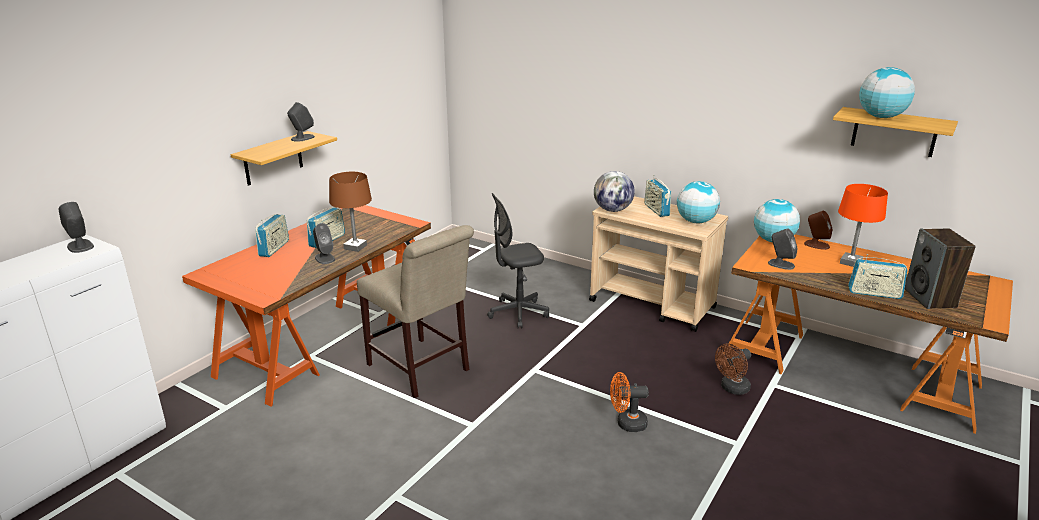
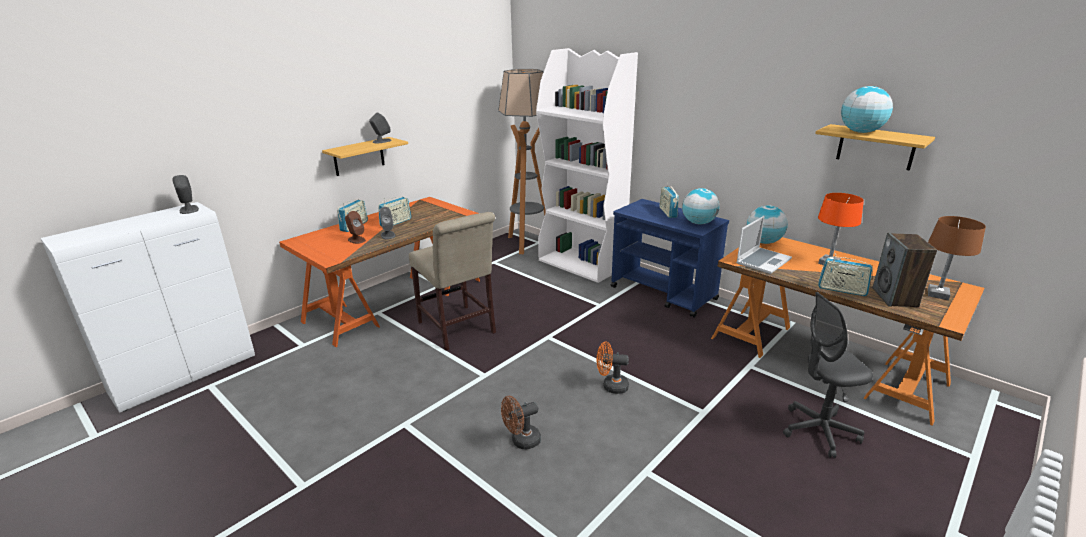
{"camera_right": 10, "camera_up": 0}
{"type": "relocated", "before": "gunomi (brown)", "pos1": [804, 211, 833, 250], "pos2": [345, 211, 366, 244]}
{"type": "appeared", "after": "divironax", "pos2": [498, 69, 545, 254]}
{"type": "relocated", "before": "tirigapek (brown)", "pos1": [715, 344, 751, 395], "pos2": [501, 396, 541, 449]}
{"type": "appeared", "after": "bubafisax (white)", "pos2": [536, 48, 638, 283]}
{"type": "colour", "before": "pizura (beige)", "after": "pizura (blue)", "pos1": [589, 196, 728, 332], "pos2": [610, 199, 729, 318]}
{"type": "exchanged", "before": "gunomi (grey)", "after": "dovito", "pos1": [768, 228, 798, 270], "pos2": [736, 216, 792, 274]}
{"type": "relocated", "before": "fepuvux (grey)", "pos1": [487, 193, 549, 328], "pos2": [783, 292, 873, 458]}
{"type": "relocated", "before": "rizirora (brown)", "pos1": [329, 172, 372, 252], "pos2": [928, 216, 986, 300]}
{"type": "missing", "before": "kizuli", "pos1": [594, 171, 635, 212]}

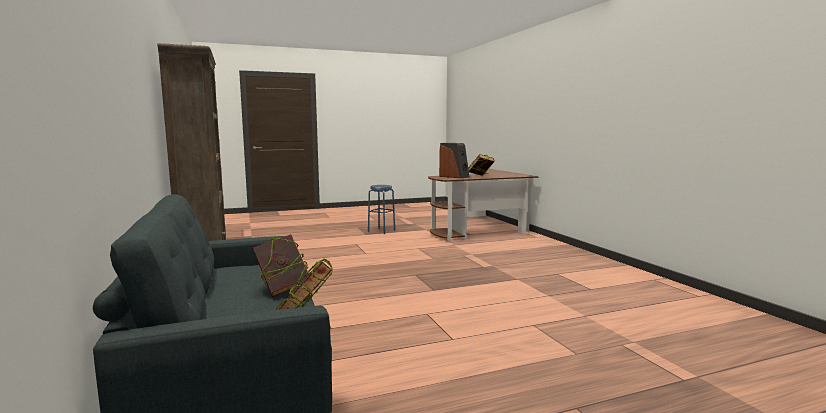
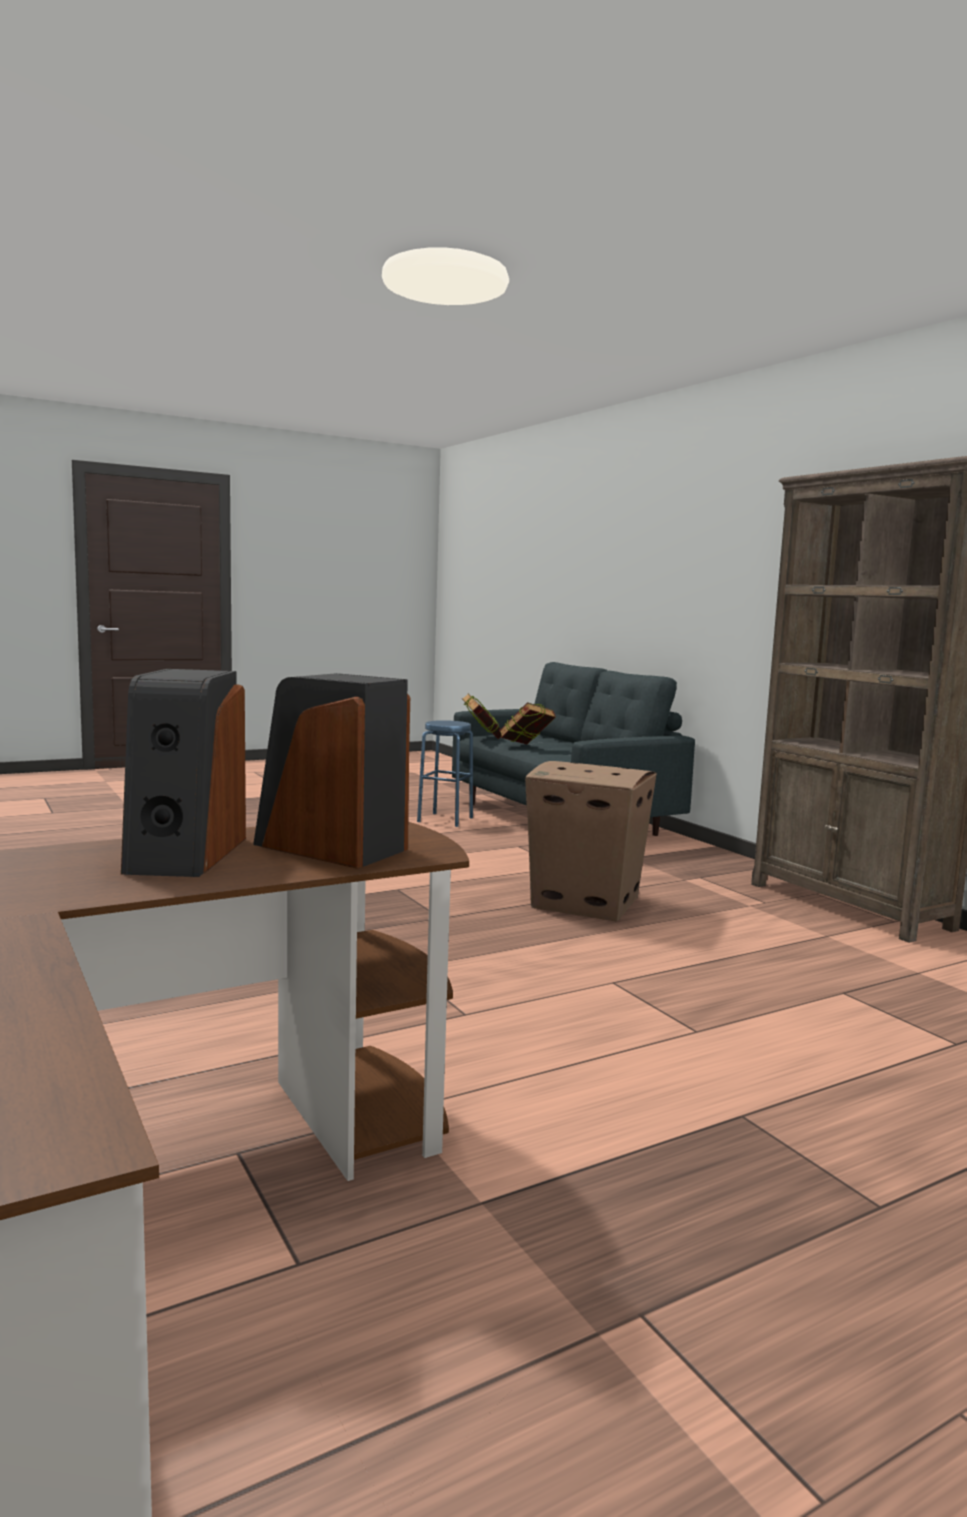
{"camera_right": 170, "camera_up": 0}
{"type": "exchanged", "before": "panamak", "after": "gunomi", "pos1": [468, 154, 495, 176], "pos2": [121, 669, 246, 877]}
{"type": "relocated", "before": "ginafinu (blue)", "pos1": [368, 185, 395, 234], "pos2": [417, 720, 473, 827]}
{"type": "appeared", "after": "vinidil", "pos2": [525, 761, 657, 921]}

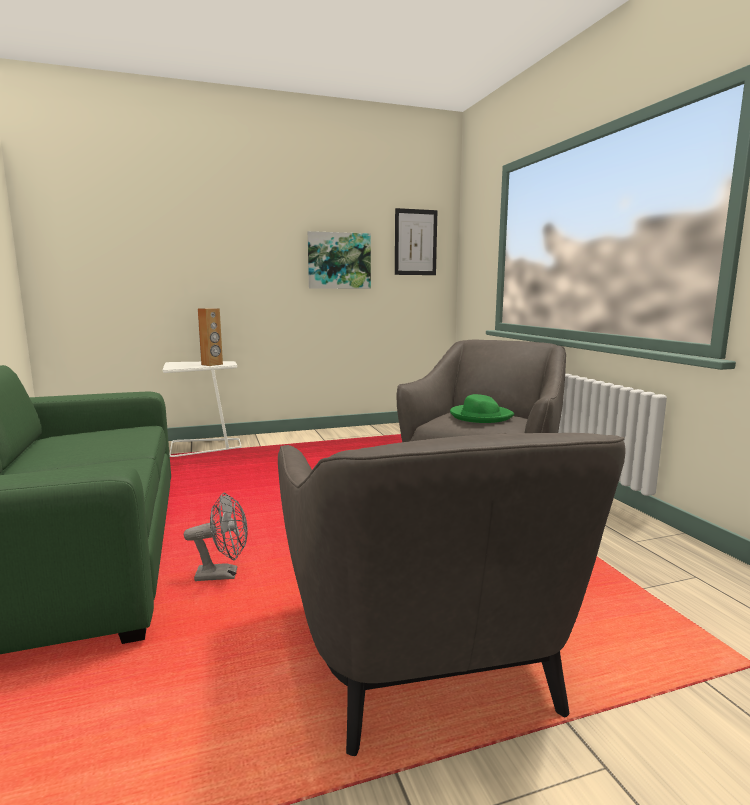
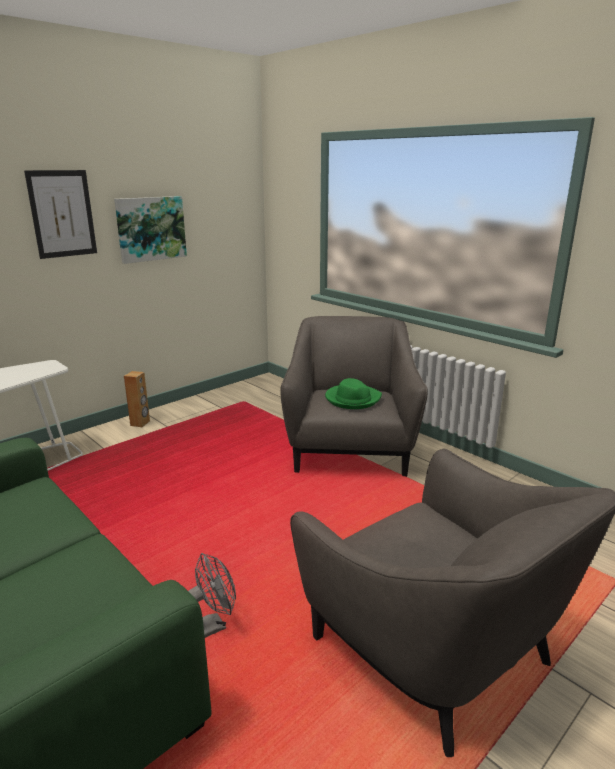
{"camera_right": -25, "camera_up": 10}
{"type": "relocated", "before": "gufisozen", "pos1": [395, 208, 437, 275], "pos2": [24, 170, 97, 259]}
{"type": "relocated", "before": "gunomi (brown)", "pos1": [198, 308, 223, 366], "pos2": [124, 371, 150, 427]}

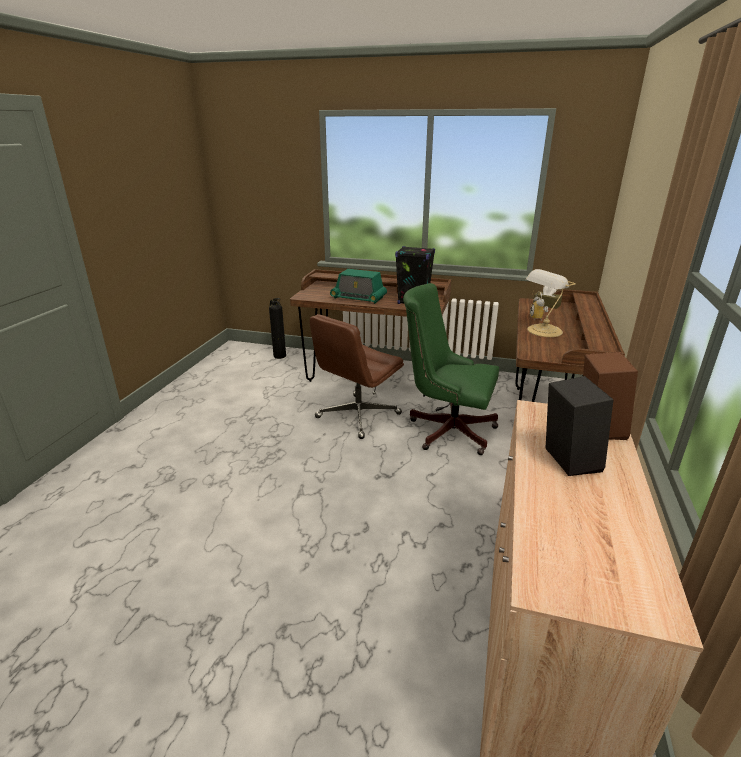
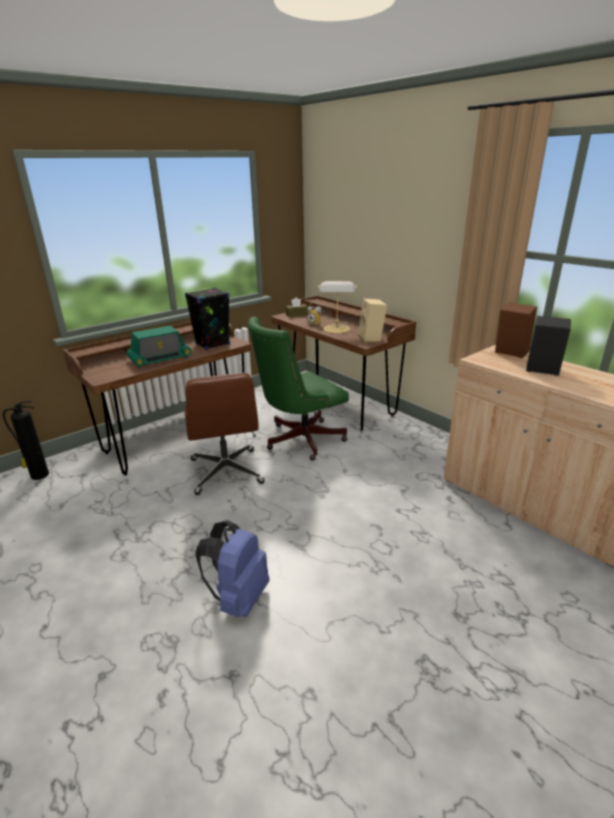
{"camera_right": -55, "camera_up": 0}
{"type": "appeared", "after": "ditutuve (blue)", "pos2": [196, 520, 269, 617]}
{"type": "appeared", "after": "gunomi (beige)", "pos2": [358, 298, 387, 343]}

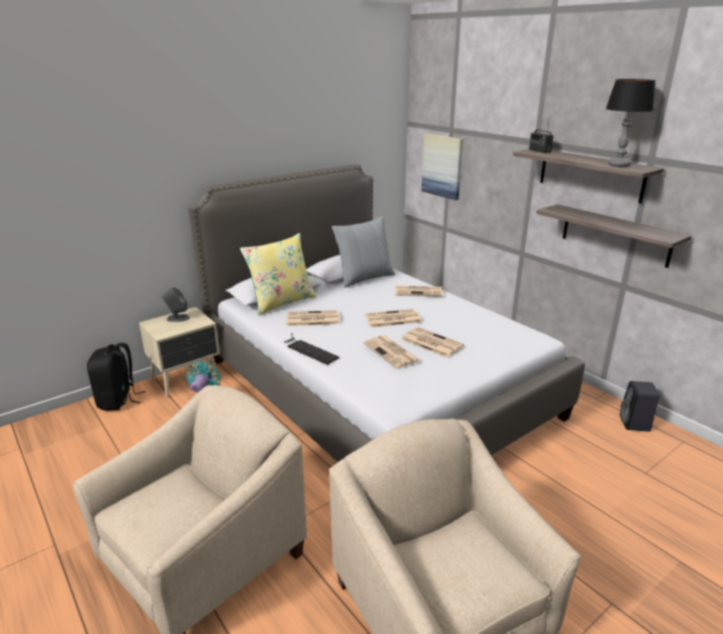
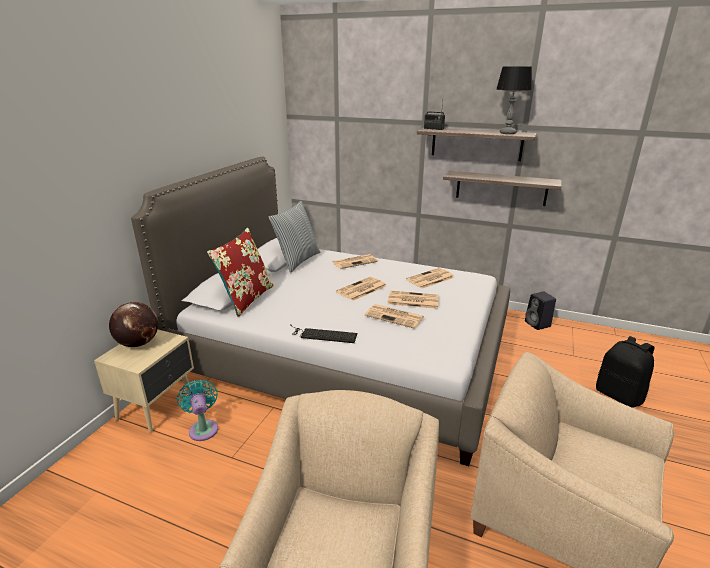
{"camera_right": -30, "camera_up": 0}
{"type": "exchanged", "before": "gunomi (grey)", "after": "kizuli", "pos1": [162, 287, 189, 322], "pos2": [109, 302, 158, 347]}
{"type": "colour", "before": "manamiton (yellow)", "after": "manamiton (red)", "pos1": [240, 233, 316, 316], "pos2": [207, 228, 274, 317]}
{"type": "relocated", "before": "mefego", "pos1": [287, 310, 340, 326], "pos2": [406, 268, 455, 289]}
{"type": "relocated", "before": "ditutuve (black)", "pos1": [87, 343, 145, 411], "pos2": [596, 336, 654, 408]}
{"type": "missing", "before": "gufisozen", "pos1": [421, 133, 463, 200]}

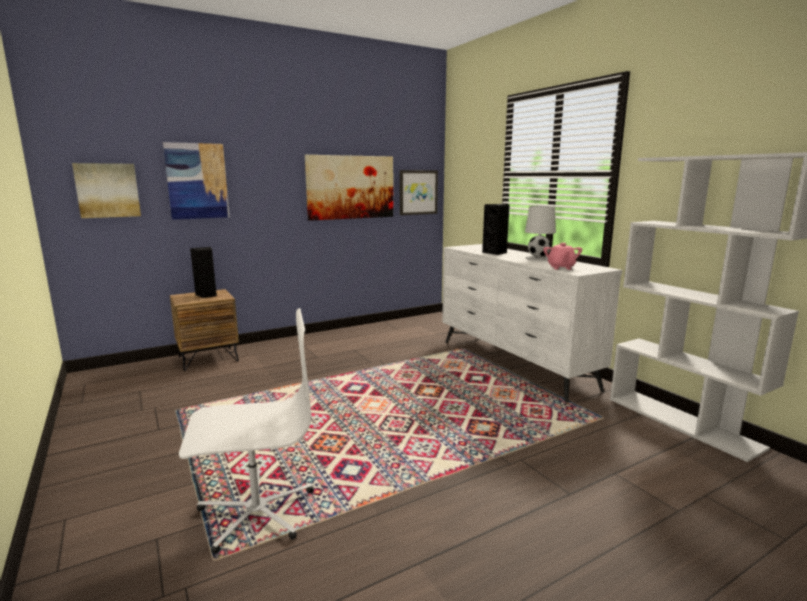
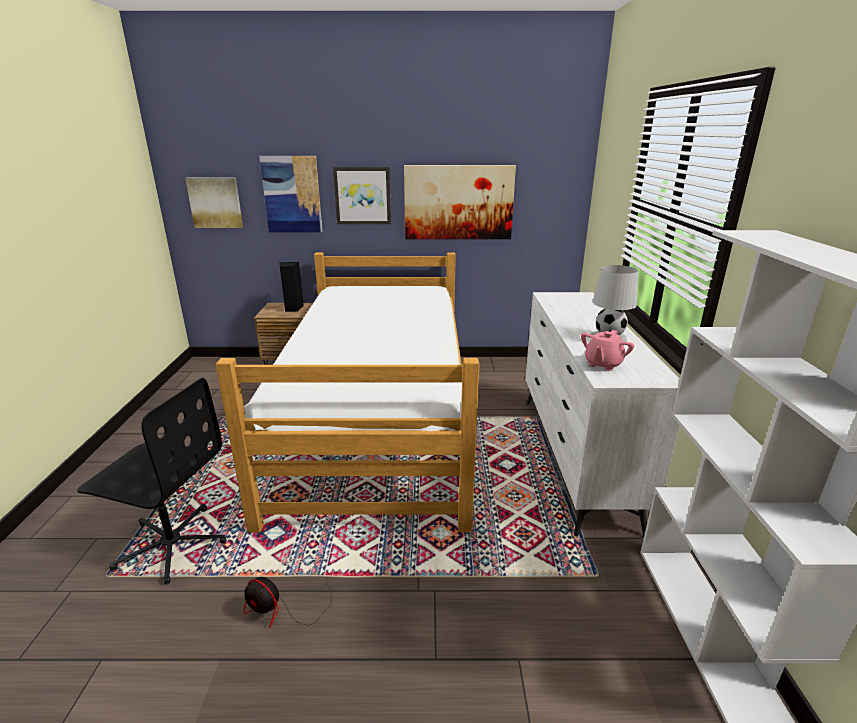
{"camera_right": 30, "camera_up": 10}
{"type": "colour", "before": "fepuvux (white)", "after": "fepuvux (black)", "pos1": [179, 308, 314, 554], "pos2": [77, 378, 226, 584]}
{"type": "appeared", "after": "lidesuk", "pos2": [216, 252, 480, 532]}
{"type": "appeared", "after": "tirigapek", "pos2": [243, 577, 332, 628]}
{"type": "relocated", "before": "gufisozen", "pos1": [400, 170, 438, 215], "pos2": [333, 167, 391, 224]}
{"type": "missing", "before": "gunomi (black)", "pos1": [482, 204, 510, 255]}

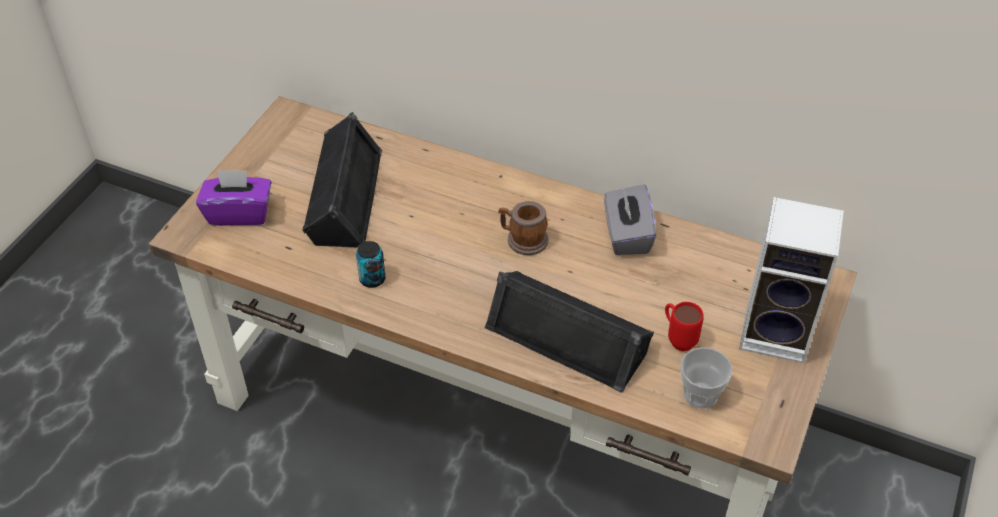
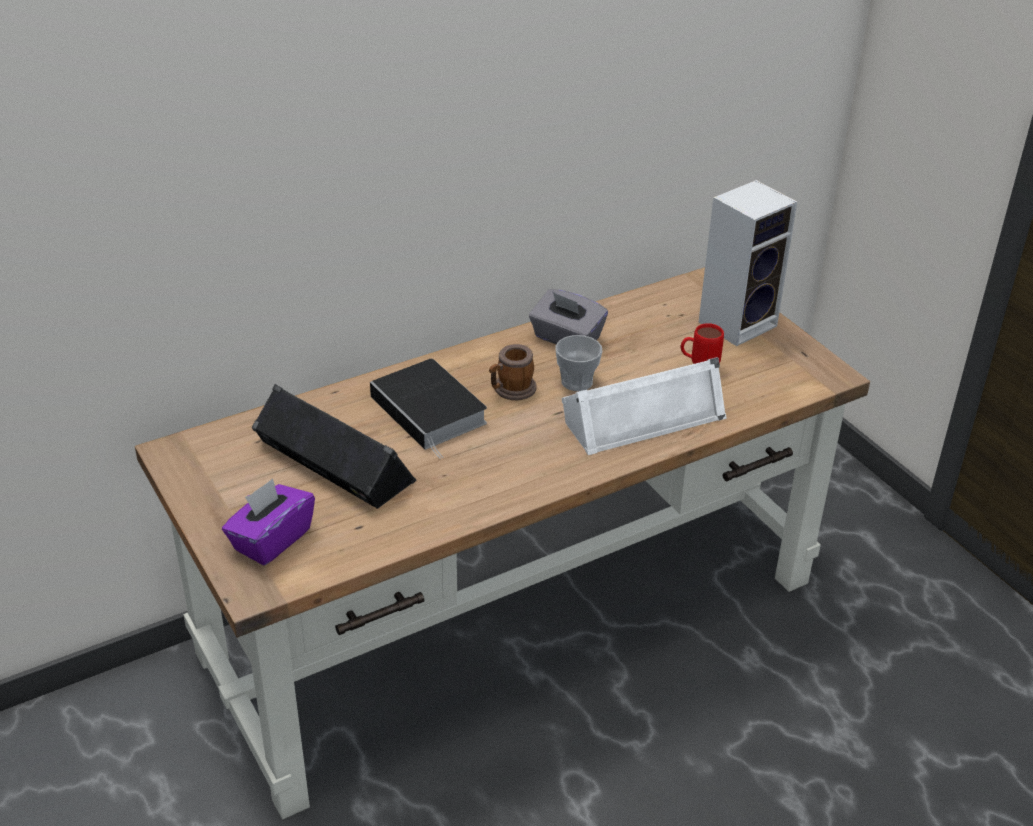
{"camera_right": -55, "camera_up": -10}
{"type": "appeared", "after": "panamak", "pos2": [370, 359, 487, 459]}
{"type": "relocated", "before": "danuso", "pos1": [680, 347, 732, 409], "pos2": [555, 335, 602, 391]}
{"type": "colour", "before": "gunomi (black)", "after": "gunomi (white)", "pos1": [485, 271, 654, 393], "pos2": [561, 357, 727, 455]}
{"type": "missing", "before": "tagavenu", "pos1": [356, 241, 385, 288]}

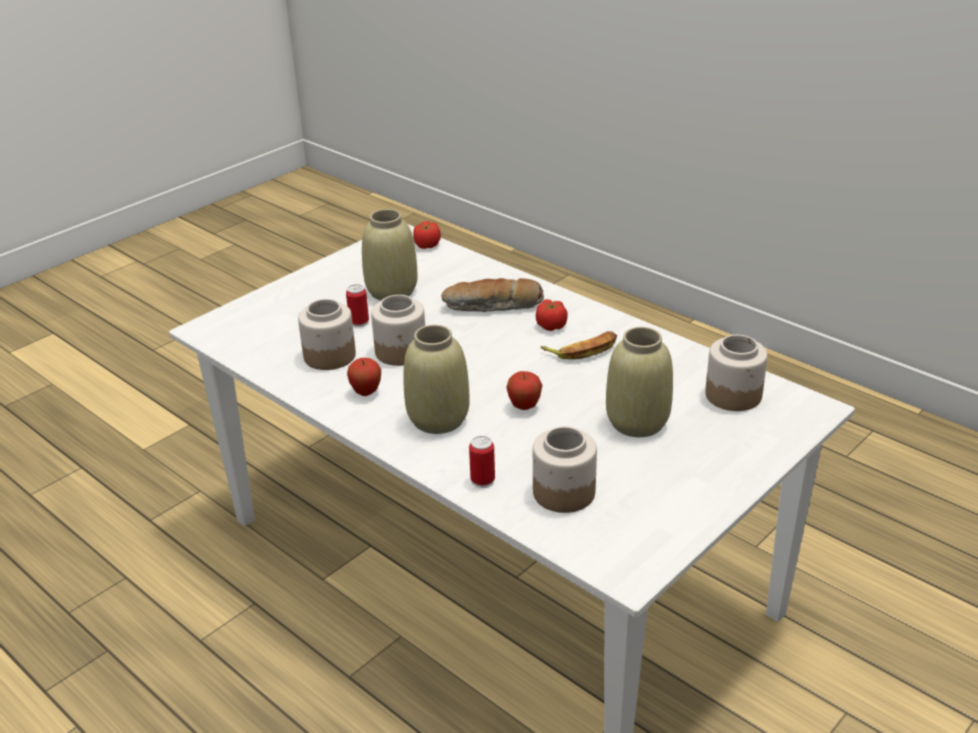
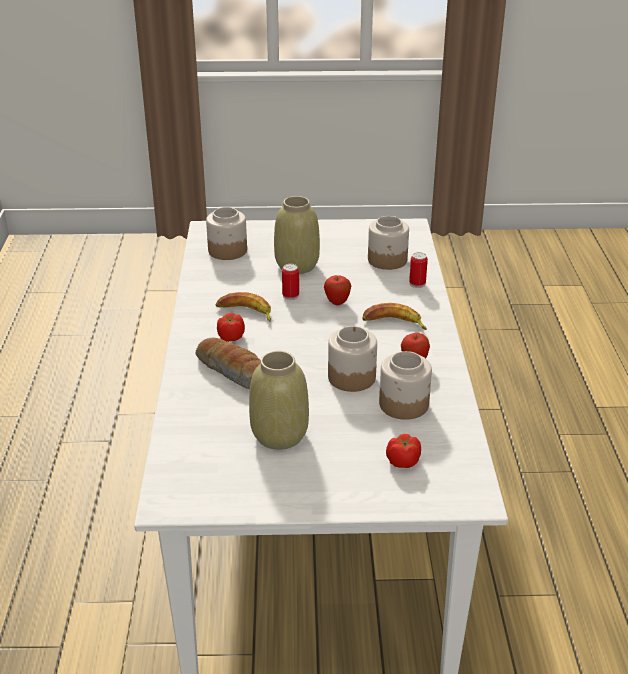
{"camera_right": -135, "camera_up": 0}
{"type": "relocated", "before": "tagavenu", "pos1": [346, 284, 369, 327], "pos2": [282, 264, 299, 300]}
{"type": "exchanged", "before": "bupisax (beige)", "after": "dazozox", "pos1": [403, 325, 469, 434], "pos2": [362, 303, 427, 330]}
{"type": "relocated", "before": "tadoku", "pos1": [413, 221, 441, 249], "pos2": [386, 434, 421, 468]}

